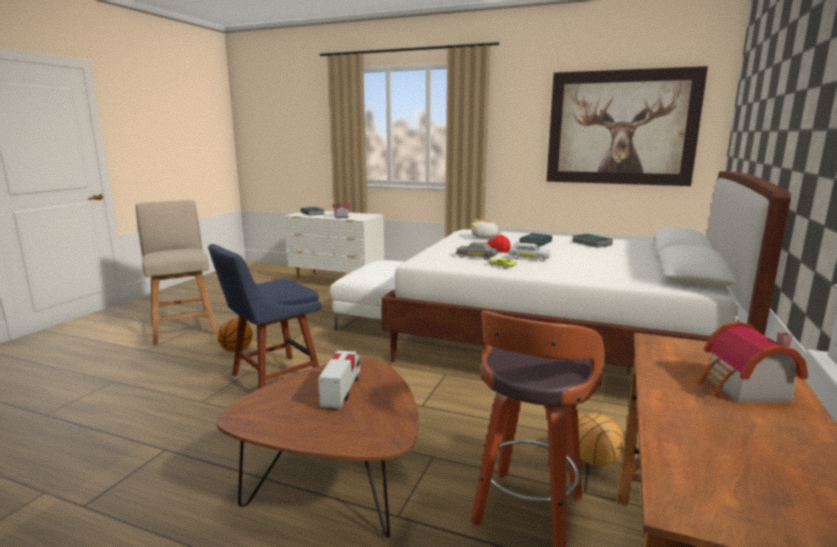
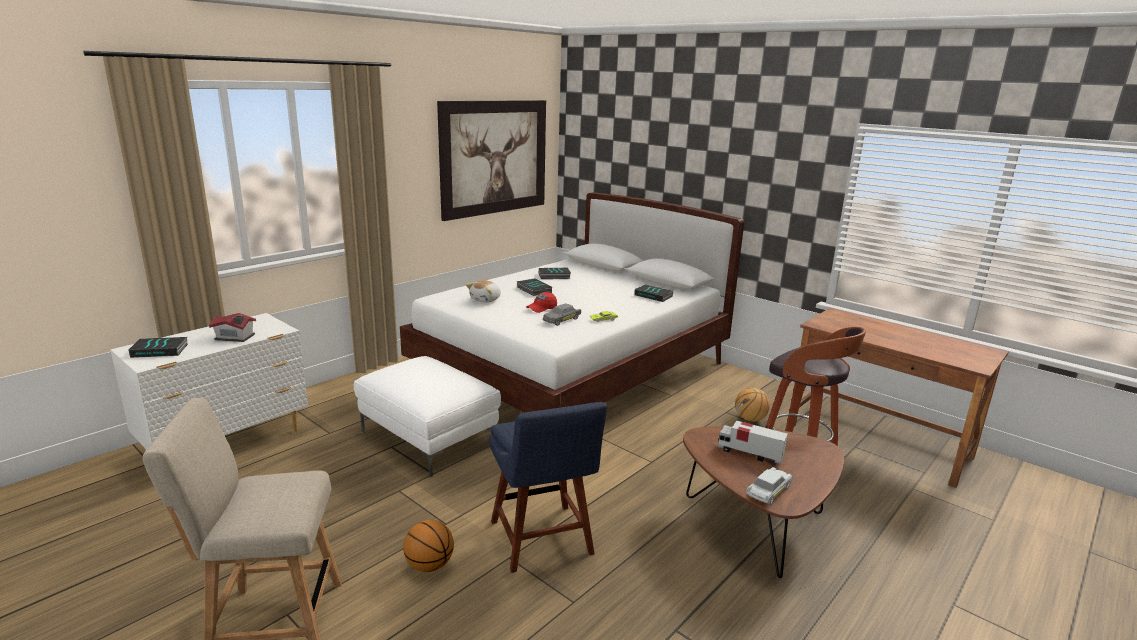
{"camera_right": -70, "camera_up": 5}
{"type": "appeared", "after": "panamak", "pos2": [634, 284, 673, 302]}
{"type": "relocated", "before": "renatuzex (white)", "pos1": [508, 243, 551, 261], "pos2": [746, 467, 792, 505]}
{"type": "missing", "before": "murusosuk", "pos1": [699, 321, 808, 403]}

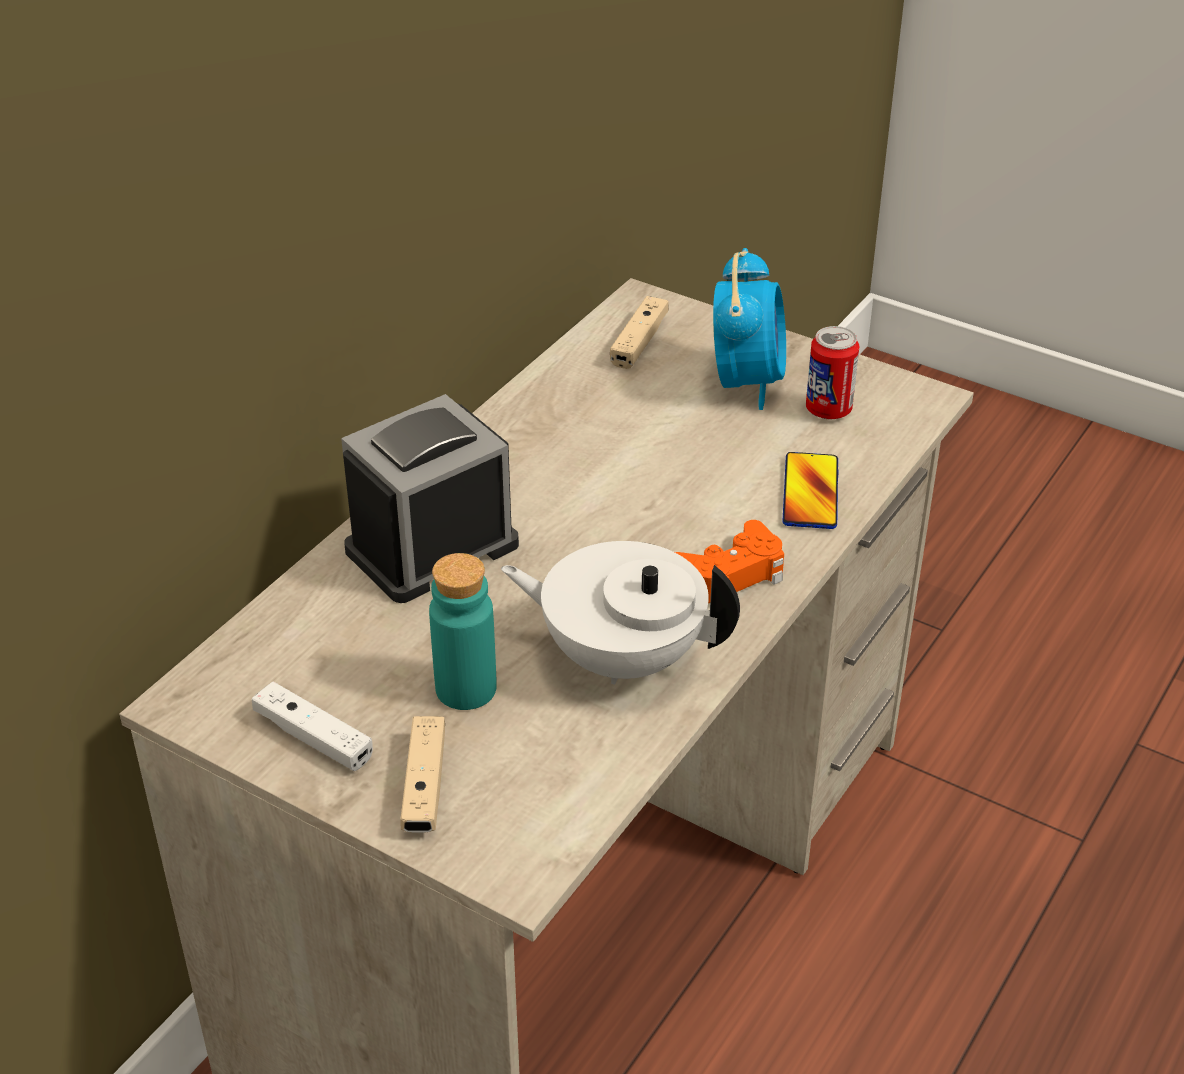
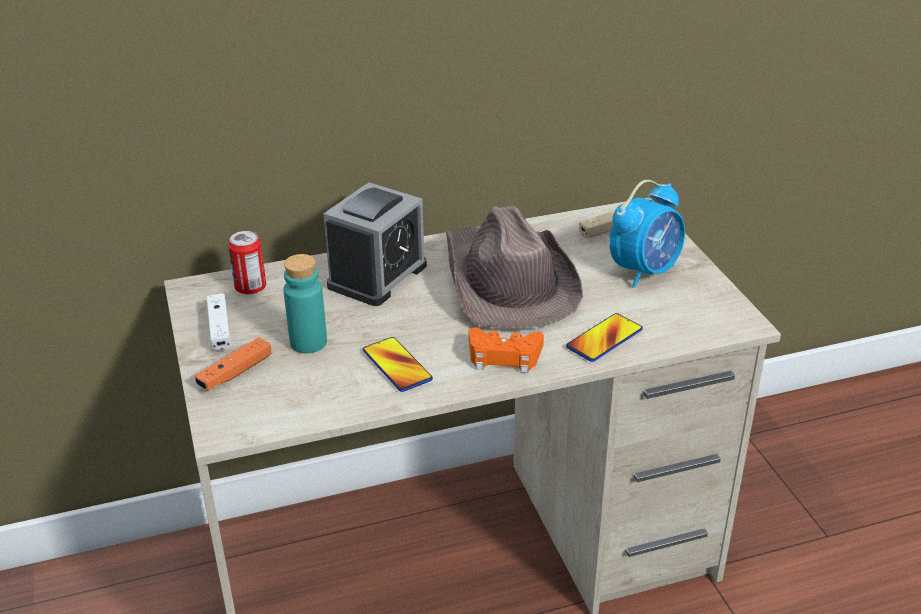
{"camera_right": 40, "camera_up": -5}
{"type": "colour", "before": "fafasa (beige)", "after": "fafasa (orange)", "pos1": [400, 716, 445, 833], "pos2": [195, 337, 271, 391]}
{"type": "relocated", "before": "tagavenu", "pos1": [806, 326, 859, 419], "pos2": [228, 231, 266, 295]}
{"type": "spun", "before": "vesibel", "pos1": [341, 394, 519, 603], "pos2": [323, 182, 427, 306], "turn": 120}
{"type": "exchanged", "before": "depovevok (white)", "after": "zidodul", "pos1": [501, 541, 740, 685], "pos2": [363, 337, 433, 392]}
{"type": "appeared", "after": "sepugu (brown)", "pos2": [446, 206, 583, 328]}

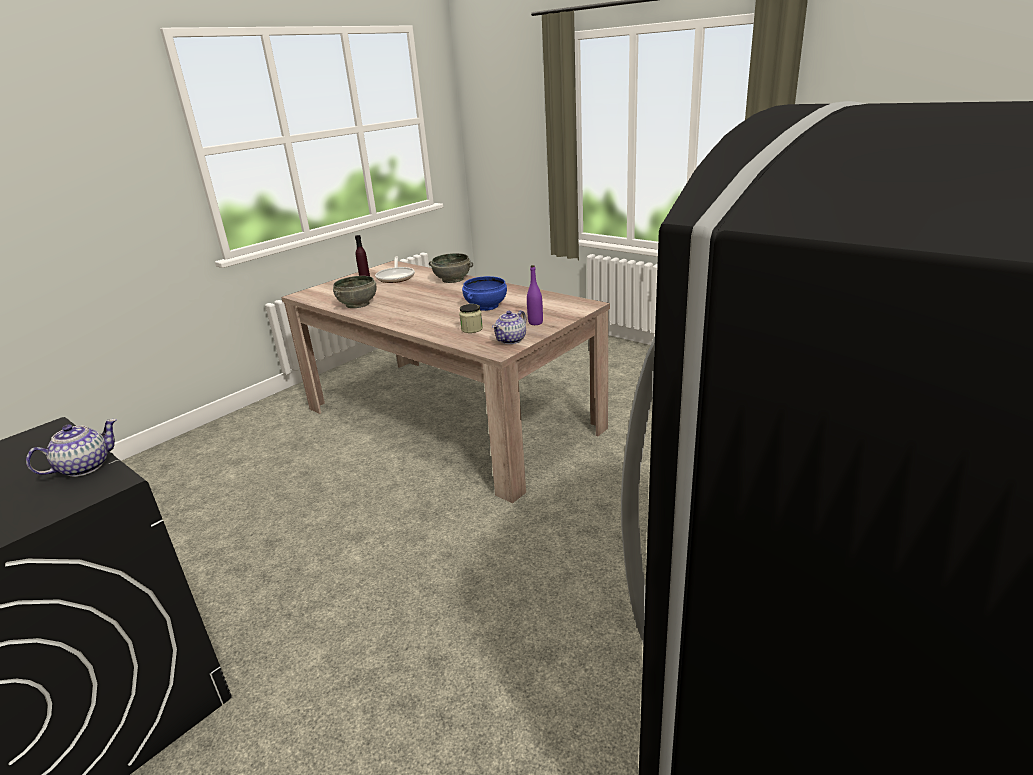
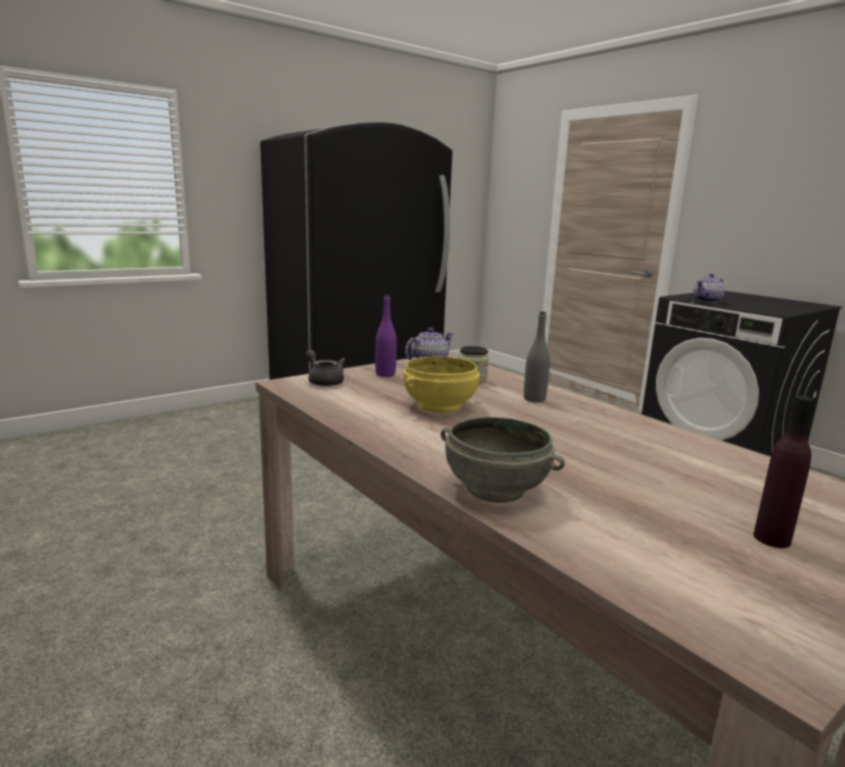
{"camera_right": -170, "camera_up": -10}
{"type": "appeared", "after": "depovevok (grey)", "pos2": [305, 349, 345, 386]}
{"type": "colour", "before": "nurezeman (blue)", "after": "nurezeman (yellow)", "pos1": [462, 276, 507, 311], "pos2": [403, 356, 480, 413]}
{"type": "appeared", "after": "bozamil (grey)", "pos2": [524, 311, 550, 403]}
{"type": "missing", "before": "nurezeman (grey)", "pos1": [333, 276, 377, 308]}
{"type": "missing", "before": "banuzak", "pos1": [375, 256, 415, 283]}

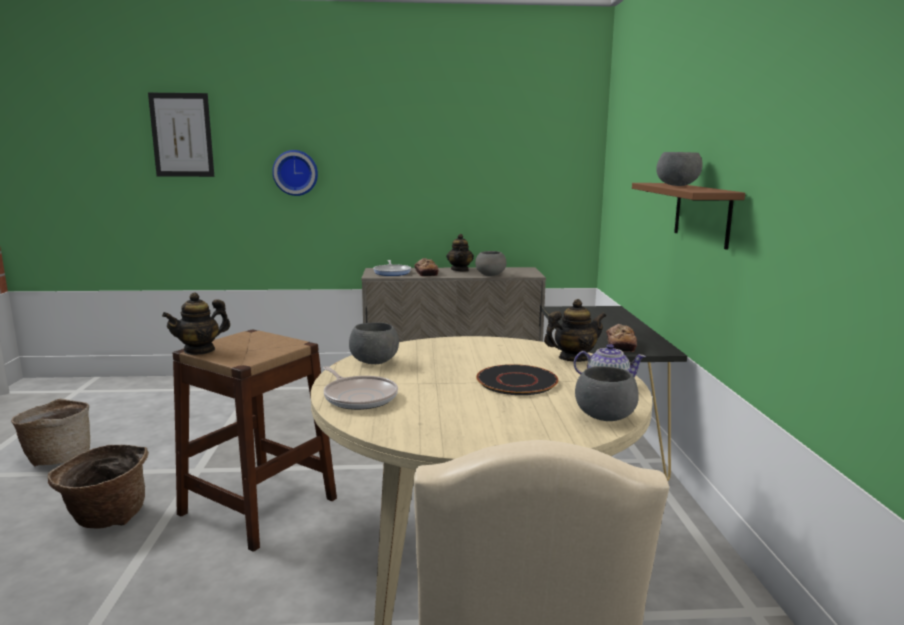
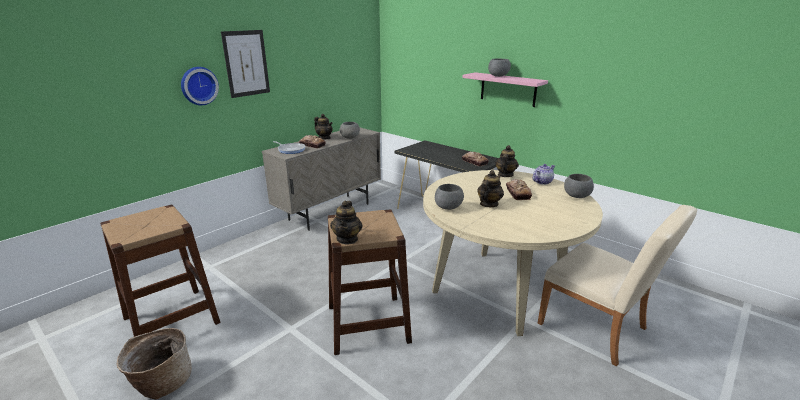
{"camera_right": -45, "camera_up": 10}
{"type": "appeared", "after": "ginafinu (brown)", "pos2": [100, 205, 221, 337]}
{"type": "relocated", "before": "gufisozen", "pos1": [148, 93, 214, 177], "pos2": [221, 30, 270, 98]}
{"type": "colour", "before": "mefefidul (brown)", "after": "mefefidul (pink)", "pos1": [632, 183, 745, 250], "pos2": [463, 72, 548, 107]}
{"type": "appeared", "after": "depovevok", "pos2": [477, 170, 504, 207]}
{"type": "exchanged", "before": "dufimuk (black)", "after": "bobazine", "pos1": [476, 364, 558, 395], "pos2": [506, 179, 532, 200]}
{"type": "missing", "before": "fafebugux", "pos1": [48, 445, 149, 529]}
{"type": "missing", "before": "banuzak", "pos1": [323, 366, 398, 410]}

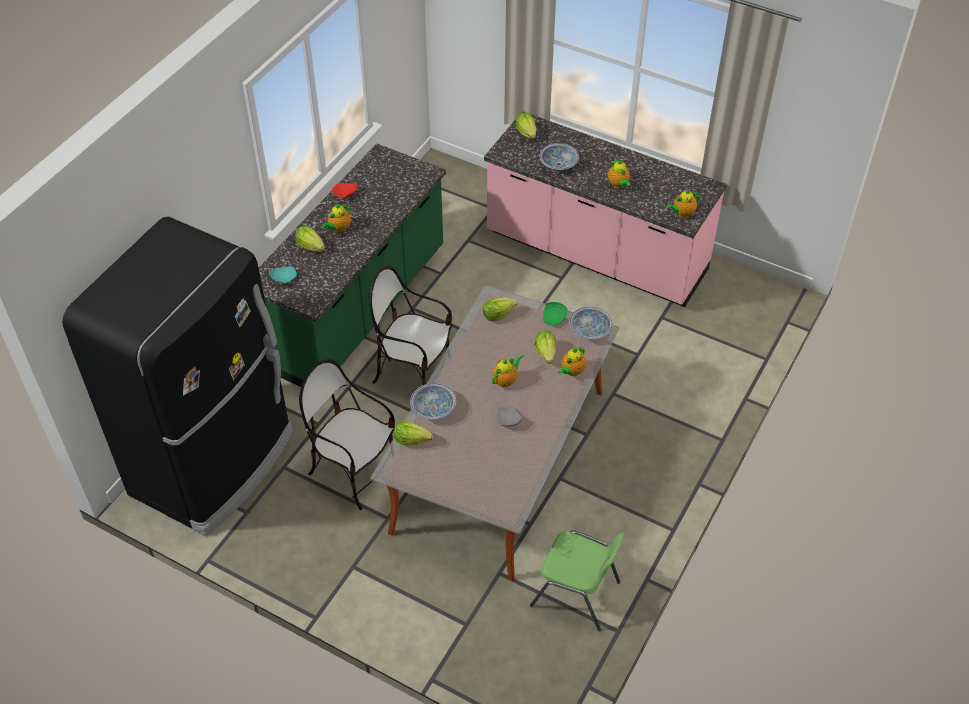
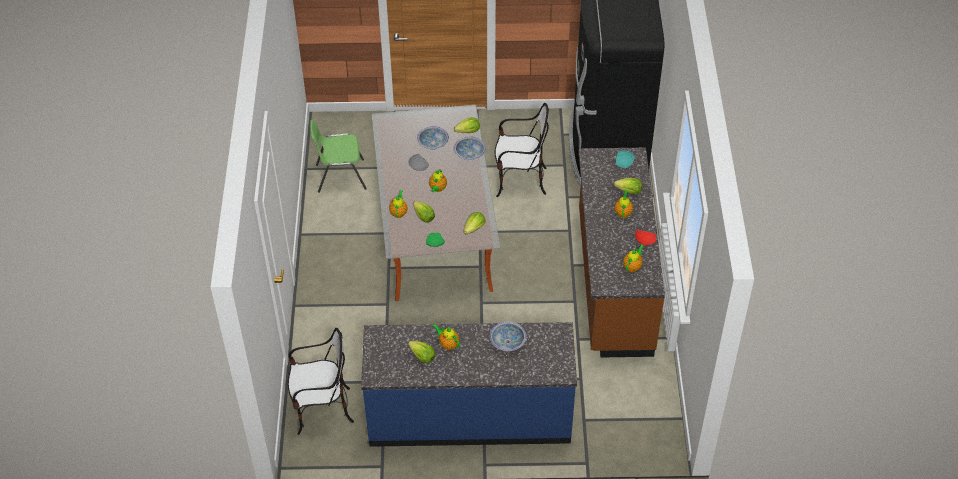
{"camera_right": 150, "camera_up": 0}
{"type": "relocated", "before": "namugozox", "pos1": [369, 266, 452, 385], "pos2": [287, 328, 354, 435]}
{"type": "colour", "before": "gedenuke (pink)", "after": "gedenuke (blue)", "pos1": [484, 111, 727, 307], "pos2": [361, 322, 577, 447]}
{"type": "relocated", "before": "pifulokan", "pos1": [516, 112, 536, 139], "pos2": [408, 341, 435, 363]}
{"type": "relocated", "before": "nurezeman", "pos1": [569, 306, 613, 339], "pos2": [417, 126, 449, 149]}
{"type": "colour", "before": "gedenuke (green)", "after": "gedenuke (brown)", "pos1": [259, 143, 446, 387], "pos2": [579, 147, 665, 357]}
{"type": "relocated", "before": "depovevok", "pos1": [665, 189, 700, 218], "pos2": [623, 244, 644, 272]}

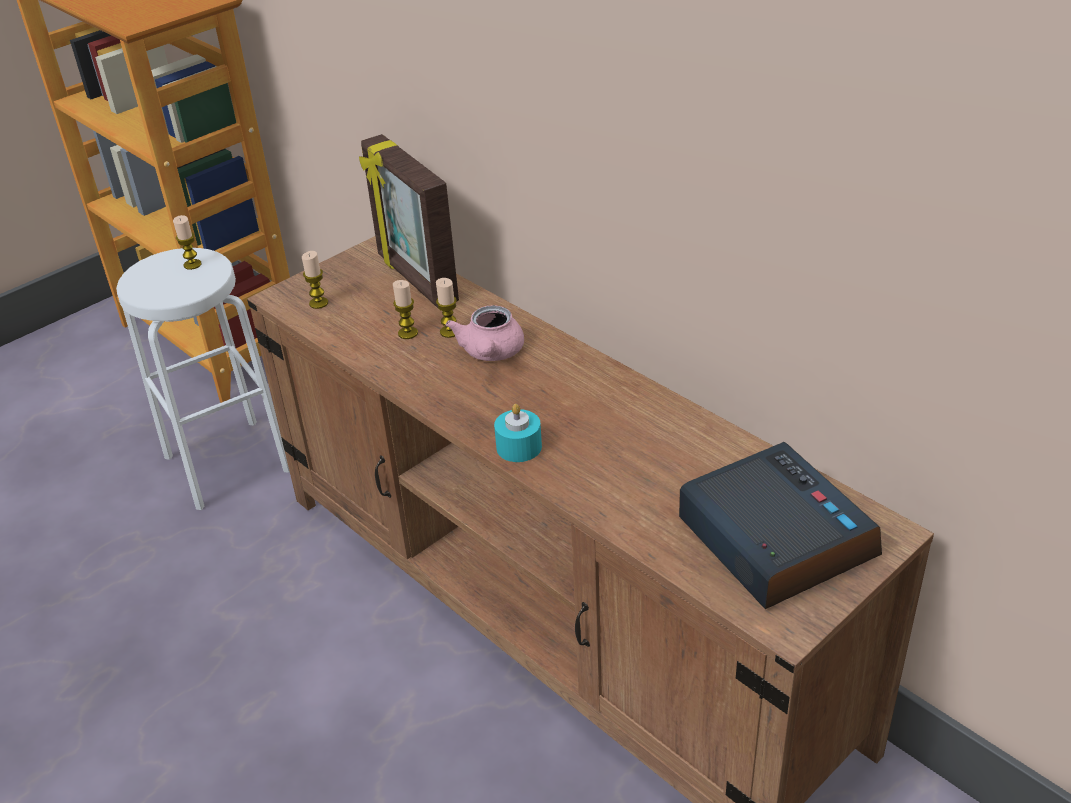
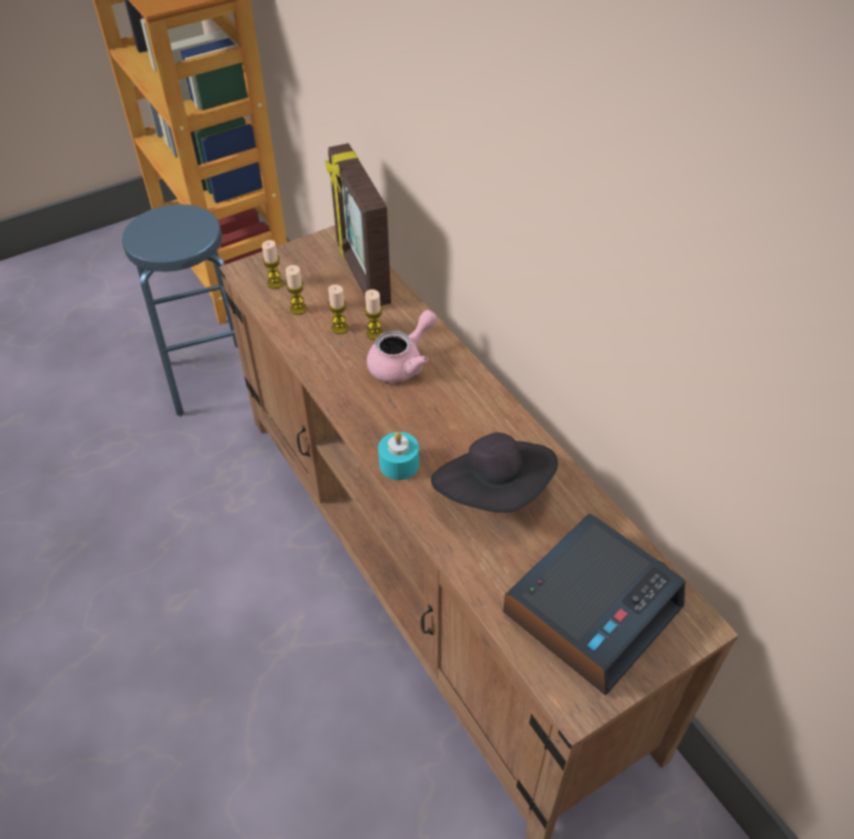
{"camera_right": 10, "camera_up": 10}
{"type": "colour", "before": "ginafinu (white)", "after": "ginafinu (blue)", "pos1": [116, 248, 290, 510], "pos2": [122, 204, 238, 416]}
{"type": "relocated", "before": "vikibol", "pos1": [173, 215, 201, 270], "pos2": [286, 265, 307, 315]}
{"type": "spun", "before": "depovevok (pink)", "pos1": [445, 305, 524, 361], "pos2": [367, 310, 437, 383], "turn": -150}
{"type": "appeared", "after": "sepugu (black)", "pos2": [431, 432, 558, 513]}
{"type": "spun", "before": "vesibel", "pos1": [679, 442, 882, 609], "pos2": [503, 514, 685, 696], "turn": 60}

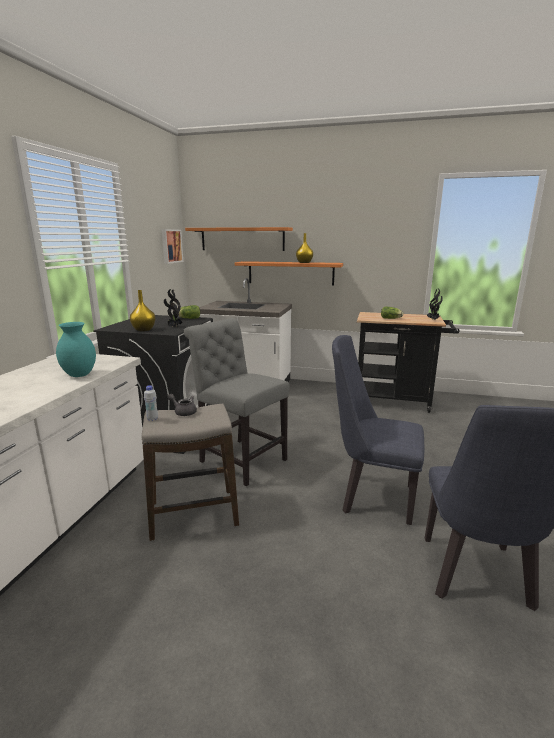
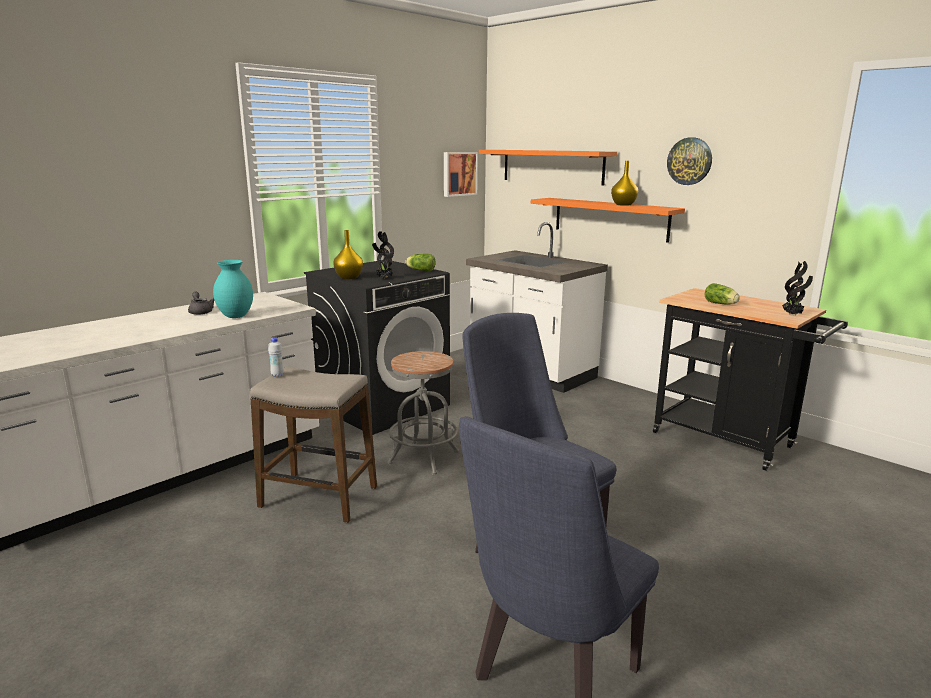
{"camera_right": 30, "camera_up": 0}
{"type": "relocated", "before": "depovevok (grey)", "pos1": [168, 394, 197, 416], "pos2": [188, 292, 214, 315]}
{"type": "exchanged", "before": "namugozox (grey)", "after": "ginafinu (grey)", "pos1": [184, 318, 290, 486], "pos2": [388, 351, 459, 475]}
{"type": "appeared", "after": "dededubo", "pos2": [667, 137, 712, 185]}

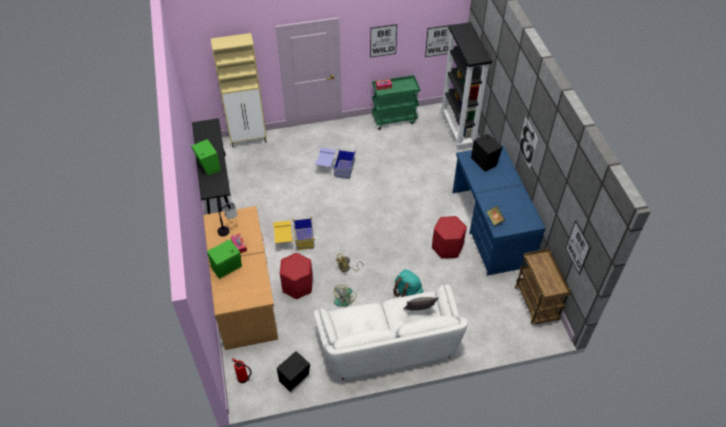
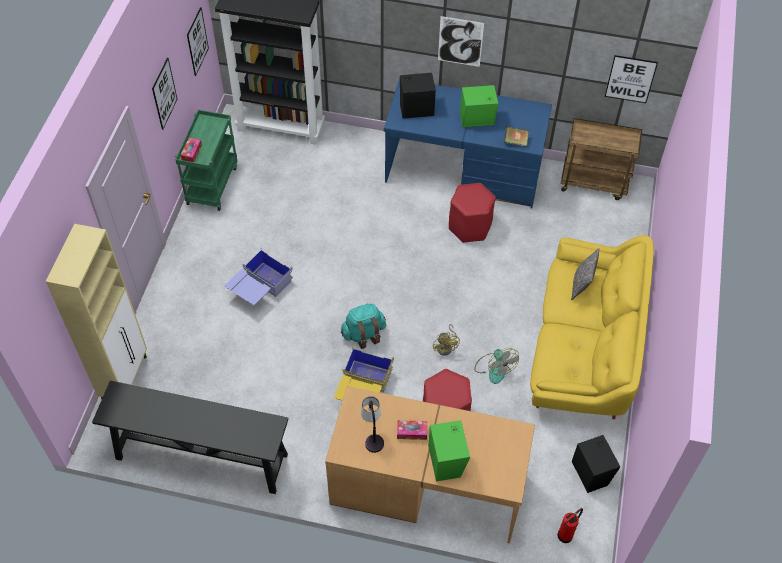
{"camera_right": -65, "camera_up": 5}
{"type": "relocated", "before": "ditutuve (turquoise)", "pos1": [393, 269, 423, 297], "pos2": [341, 304, 386, 349]}
{"type": "relocated", "before": "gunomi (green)", "pos1": [191, 139, 221, 176], "pos2": [460, 84, 498, 127]}
{"type": "colour", "before": "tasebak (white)", "after": "tasebak (yellow)", "pos1": [313, 284, 468, 380], "pos2": [530, 235, 654, 420]}

